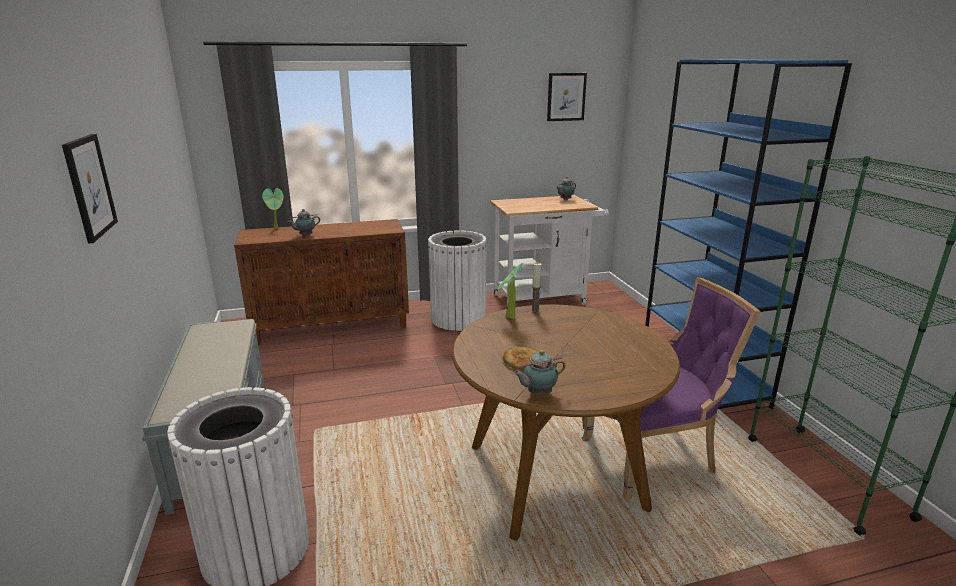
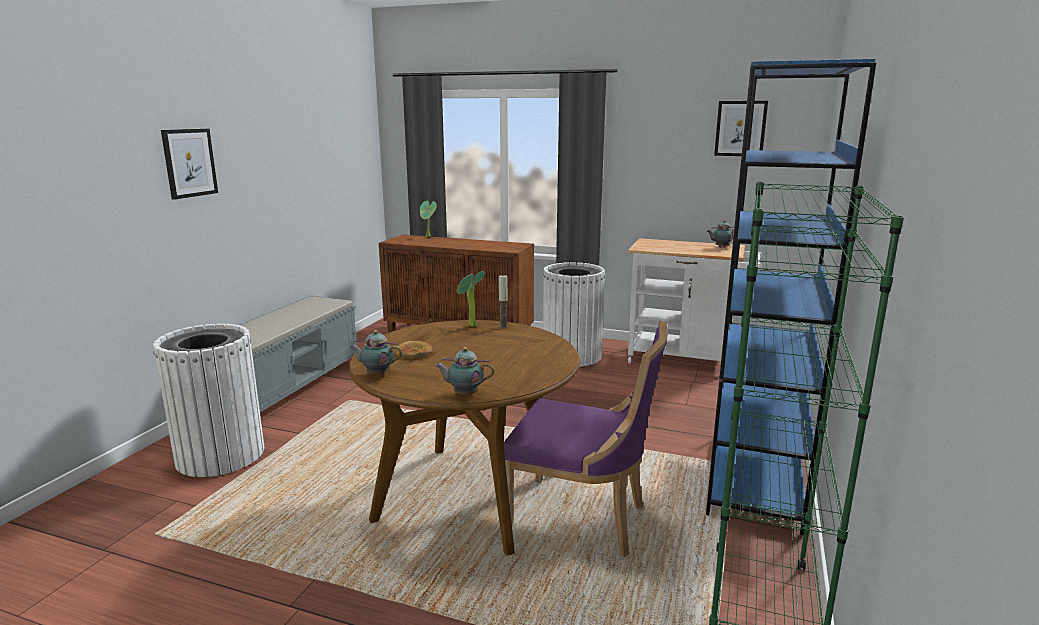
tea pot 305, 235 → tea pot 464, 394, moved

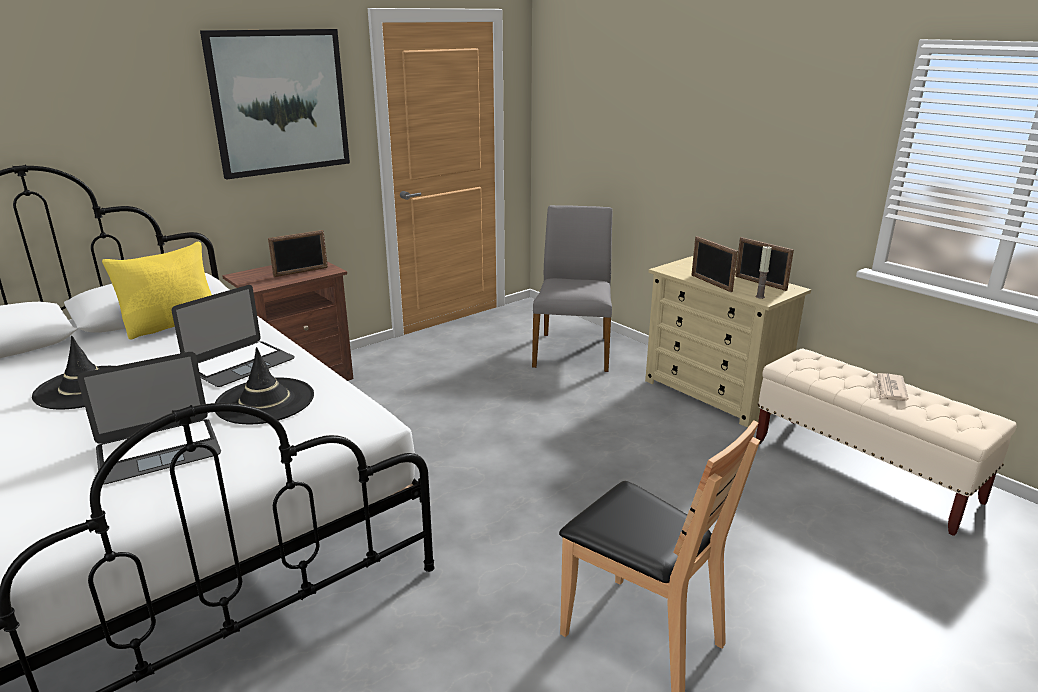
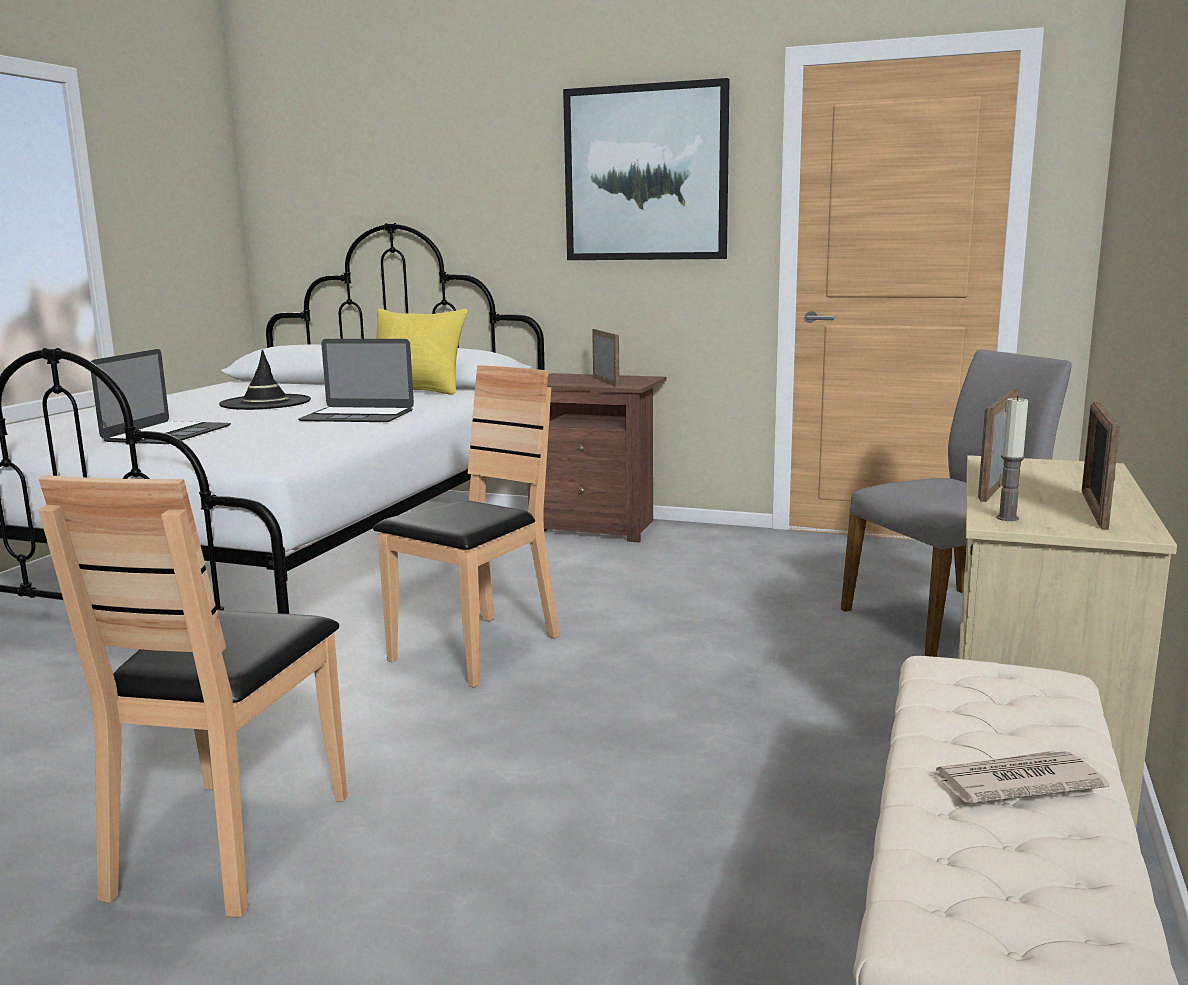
picture frame 301, 272 → picture frame 606, 382, 135 degrees counterclockwise
blackish wearable hat 265, 401 → -
portable computer 158, 450 → portable computer 167, 433, 105 degrees counterclockwise
- → brown-coloured plain chair 476, 650

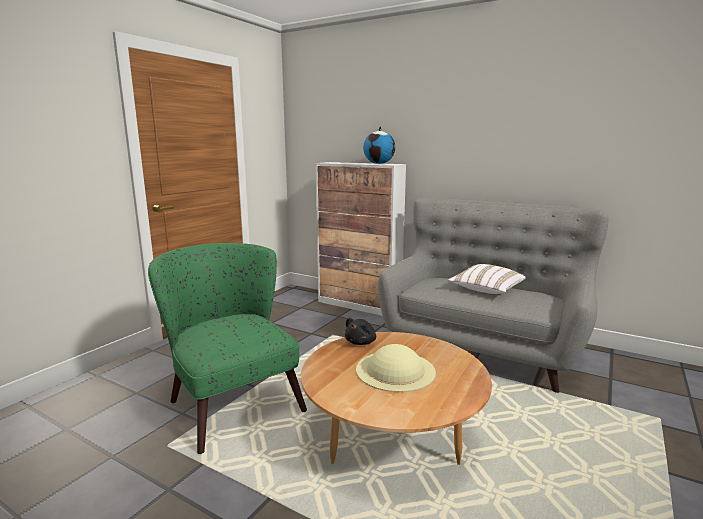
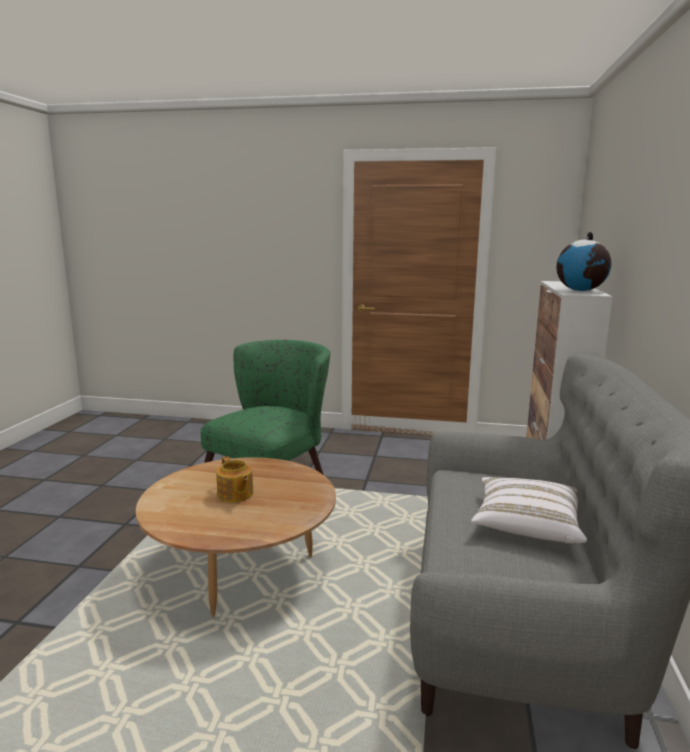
blackish plush toy 361, 342 → -
beige wearable hat 395, 370 → tea pot 235, 495

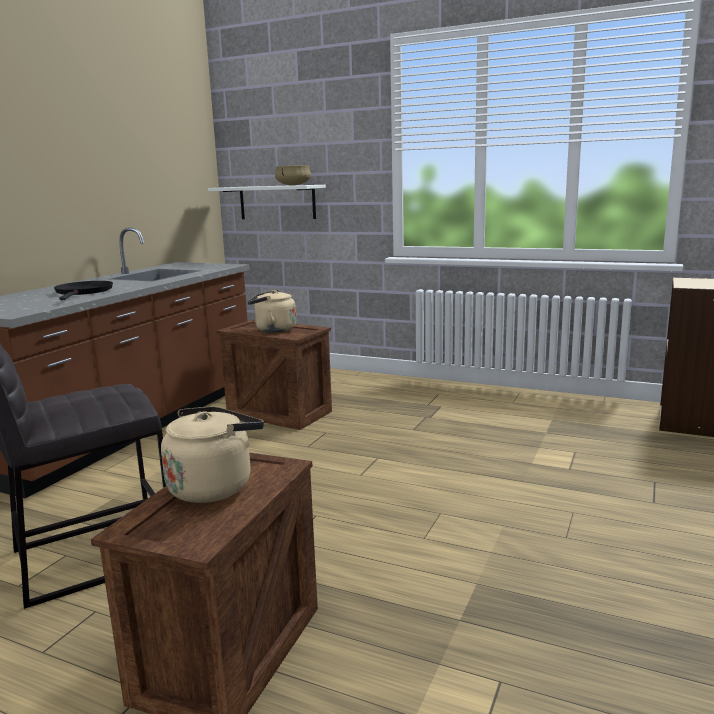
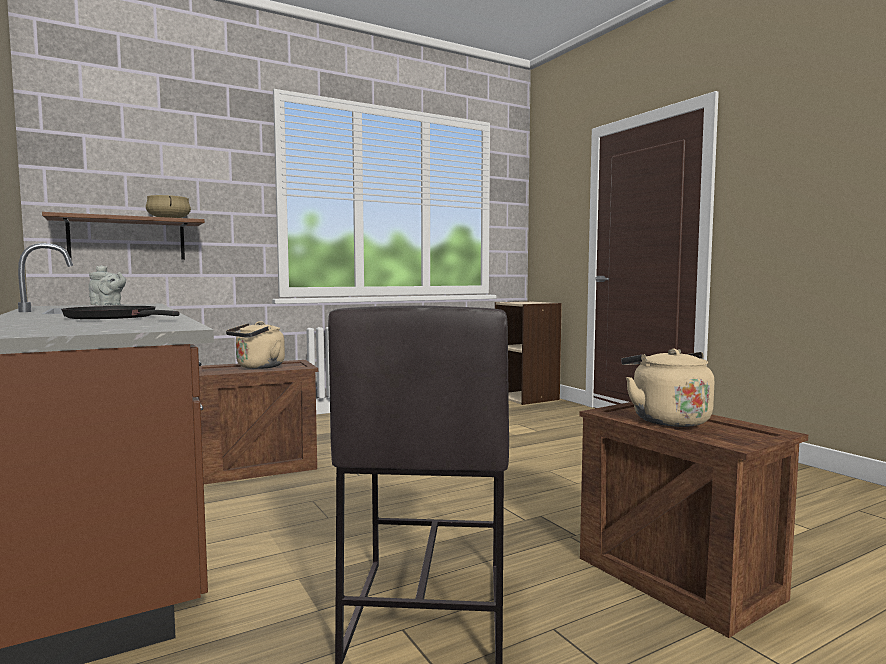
whitish shelf 277, 202 → brown-coloured shelf 127, 239
- → greyish tea pot 107, 305

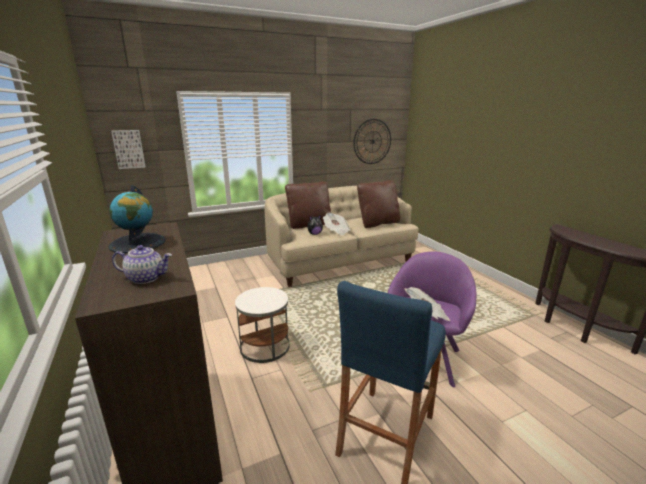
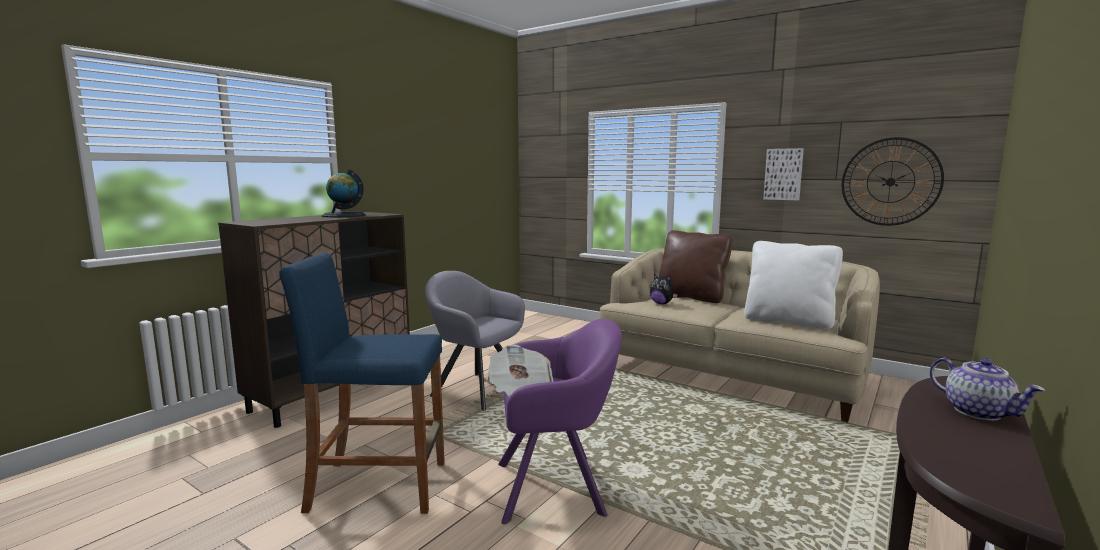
wall picture 129, 149 → wall picture 783, 174, moved
brown-coloured throw pillow 378, 223 → whitish throw pillow 788, 321
newspaper 336, 231 → -
tea pot 146, 278 → tea pot 979, 412, moved
whitish accent table 264, 346 → greyish lounge chair 475, 389

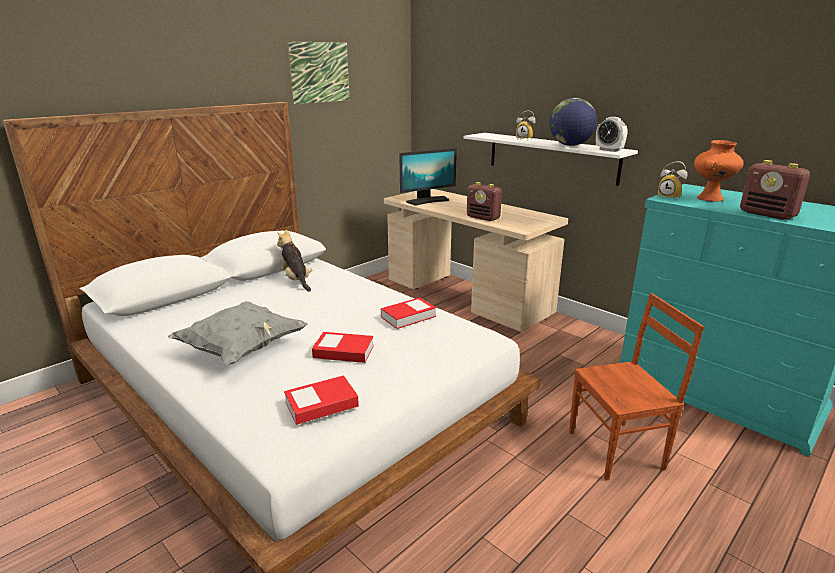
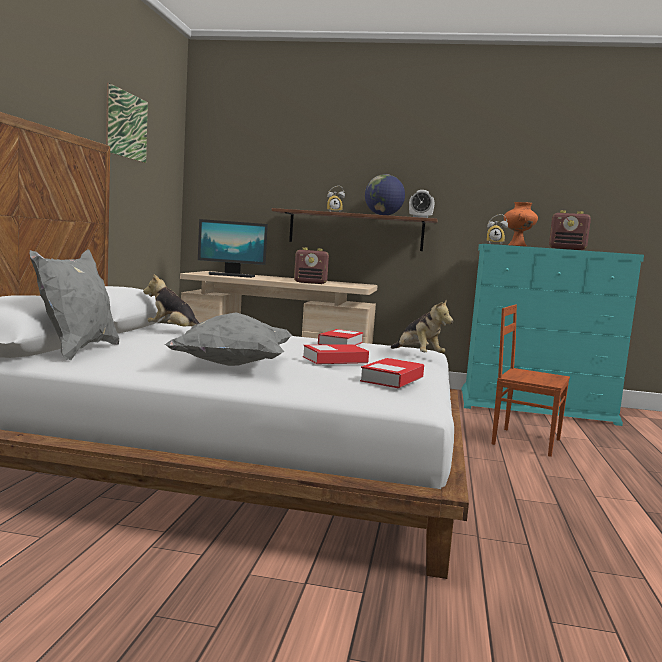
whitish shelf 551, 157 → brown-coloured shelf 356, 230
computer screen 427, 201 → computer screen 231, 275, 60 degrees clockwise
brown-coloured plain chair 617, 450 → brown-coloured plain chair 525, 441, 105 degrees counterclockwise
- → greyish throw pillow 77, 351
- → plush toy 417, 356

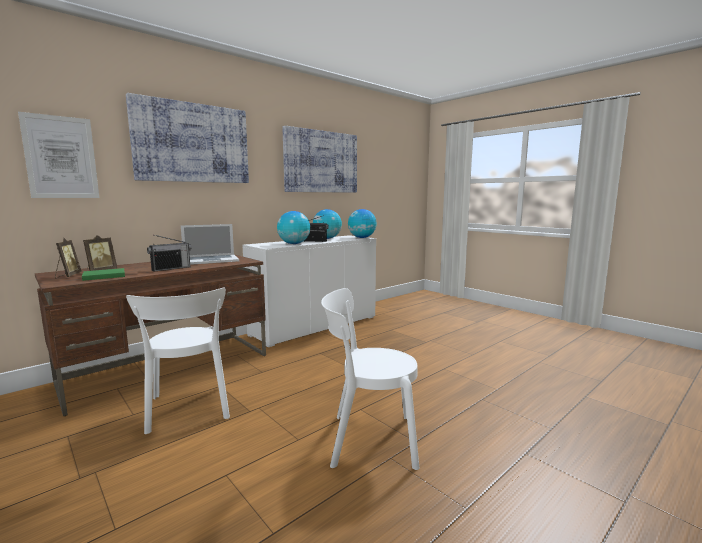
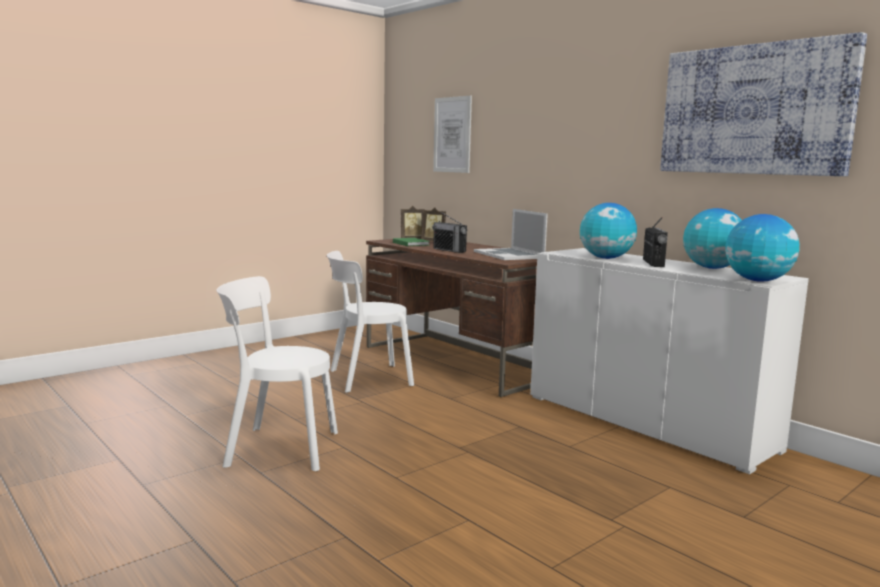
wall picture 192, 143 → -
whitish plain chair 367, 440 → whitish plain chair 277, 448, 90 degrees counterclockwise

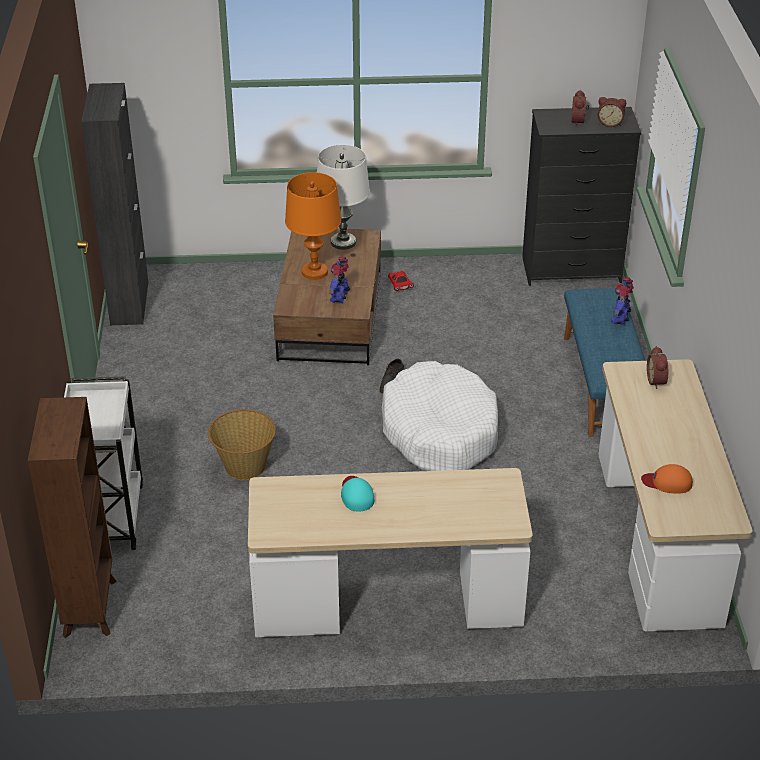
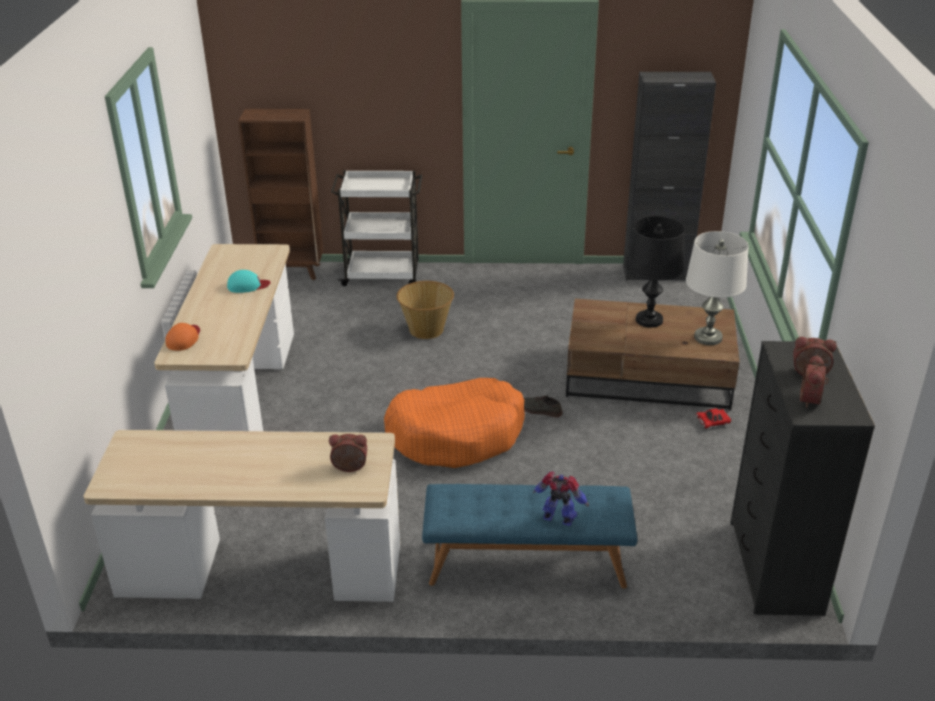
orangey table lamp 314, 272 → blackish table lamp 649, 320
robot figure 340, 297 → -
whitish pet bed 439, 431 → orangey pet bed 456, 435
orangey baseball cap 667, 482 → orangey baseball cap 184, 339, moved

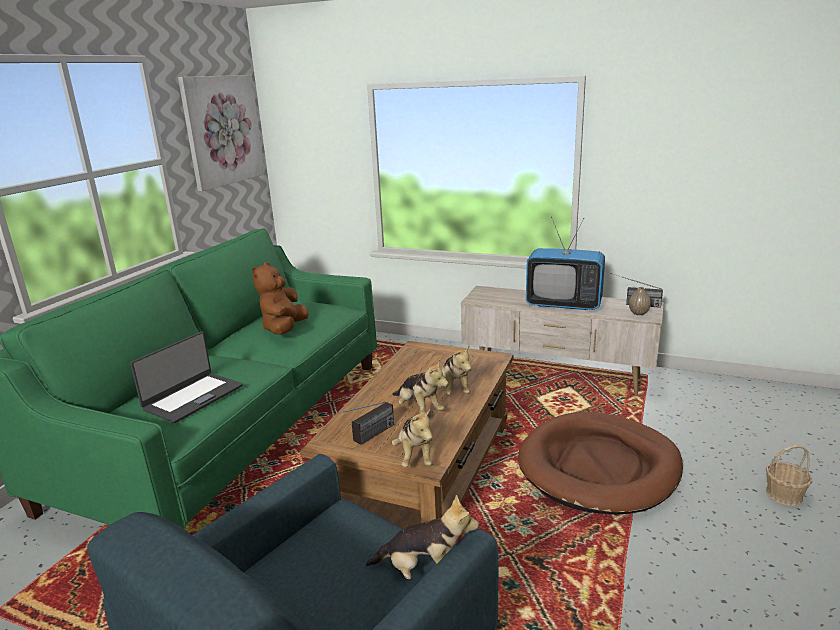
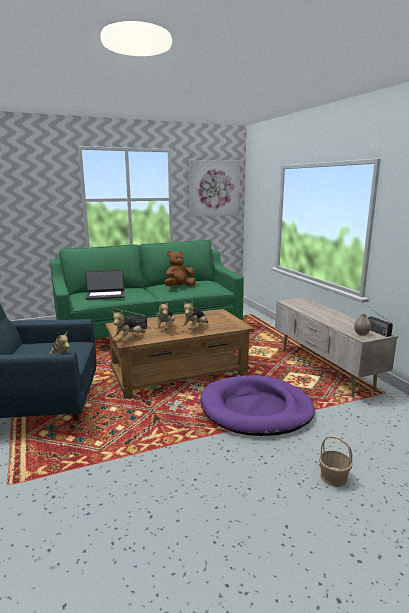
TV 563, 304 → -
brown-coloured pet bed 599, 467 → purplish pet bed 256, 409

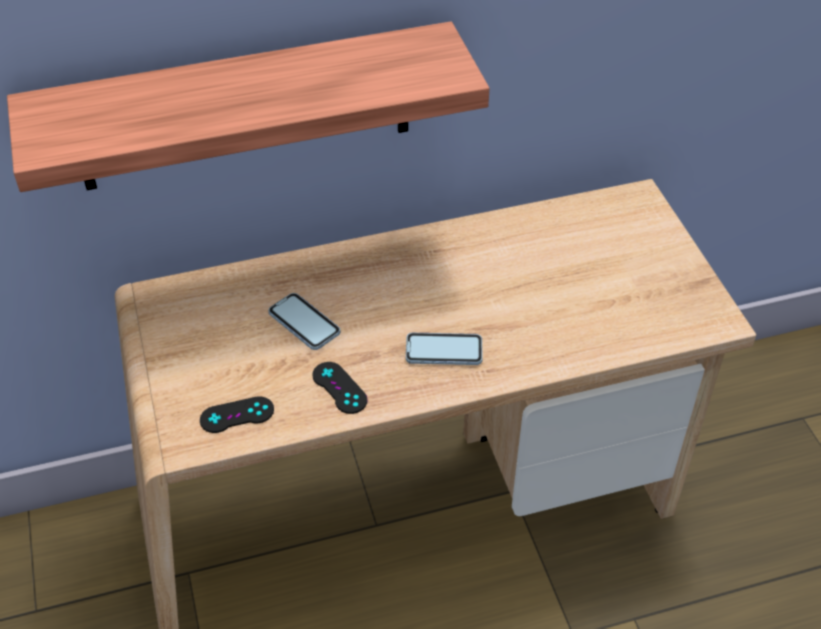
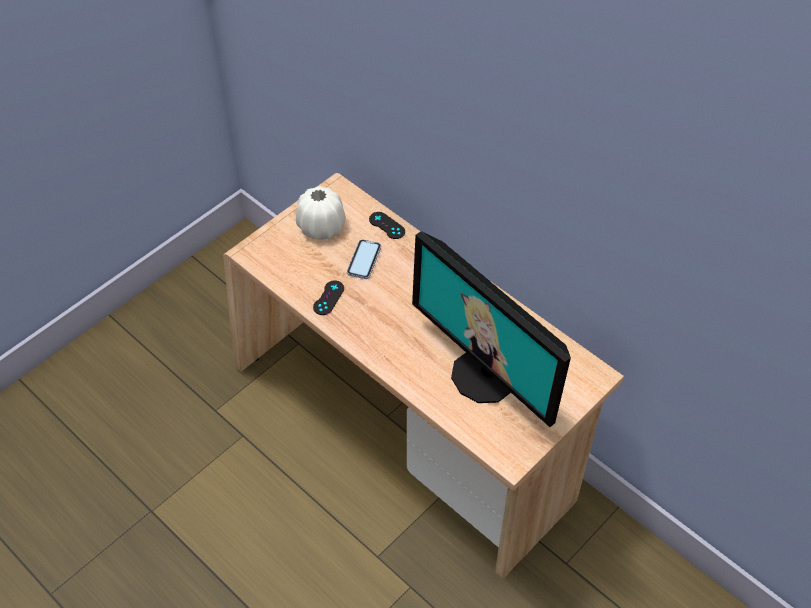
shelf 244, 108 → -
handset 444, 351 → -
blackish game controller 237, 415 → blackish game controller 387, 225, moved
- → whitish vase 321, 227
- → computer screen 484, 376

